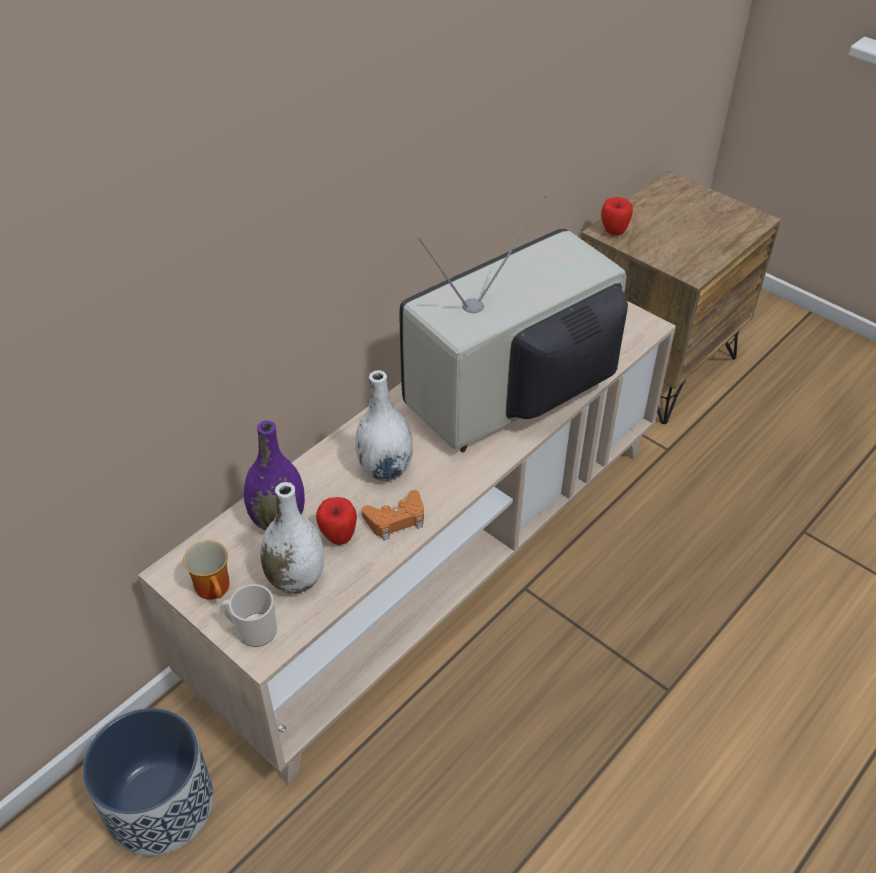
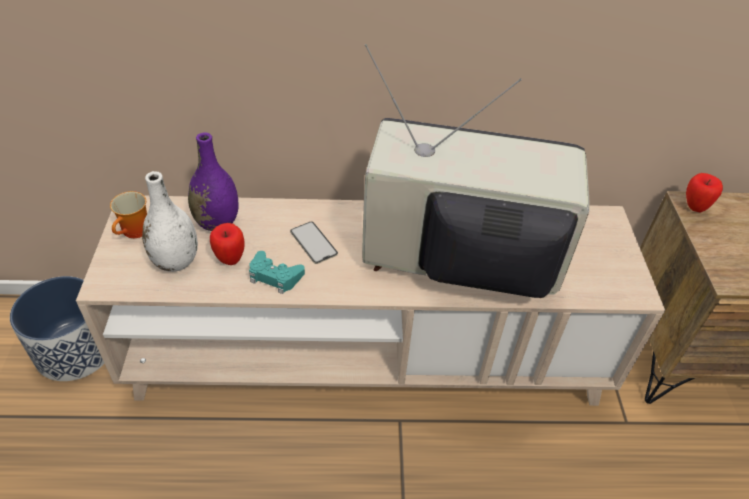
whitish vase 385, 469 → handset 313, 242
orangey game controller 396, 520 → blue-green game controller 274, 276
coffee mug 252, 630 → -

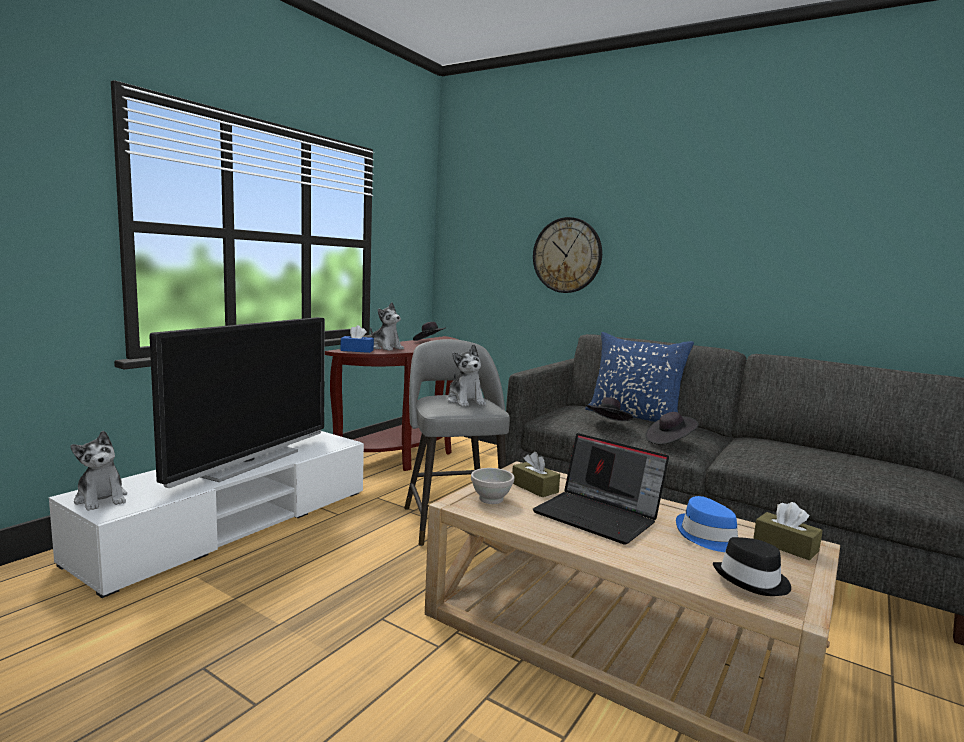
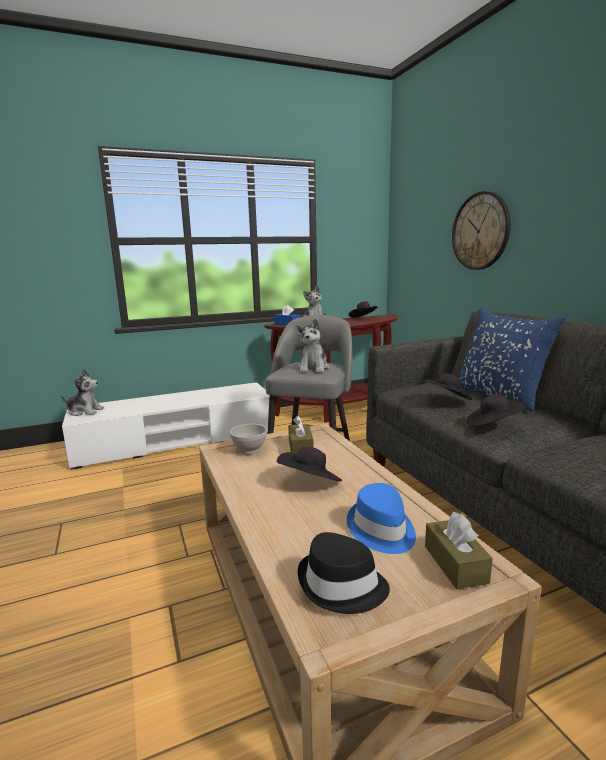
TV 249, 462 → -
plush toy 101, 499 → plush toy 85, 411, 75 degrees counterclockwise
portable computer 599, 516 → blackish wearable hat 310, 483

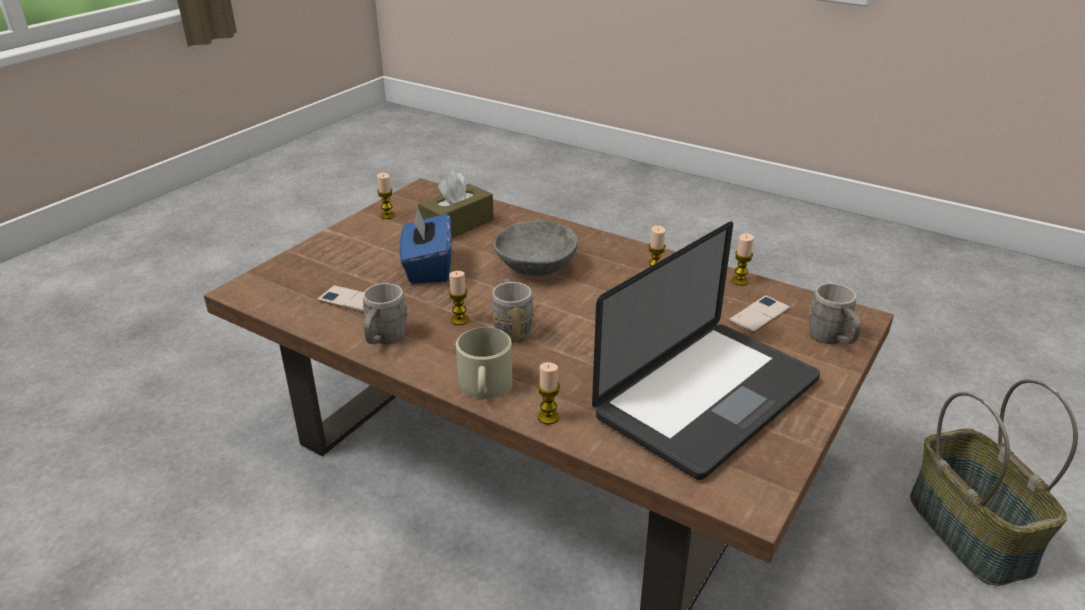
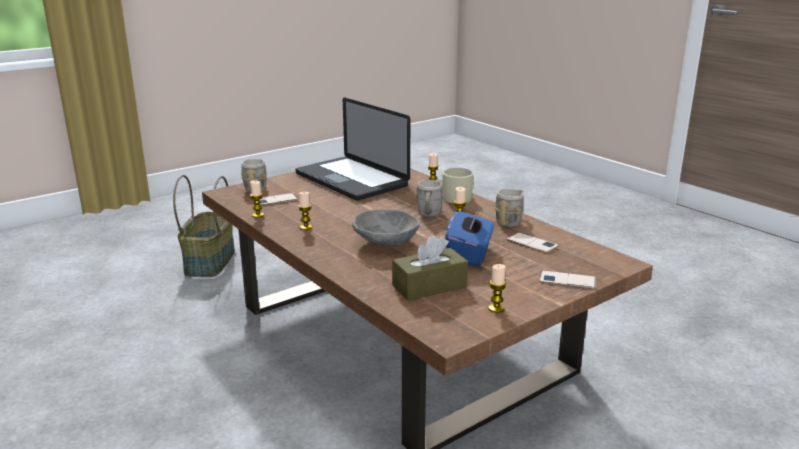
portable computer 708, 398 → portable computer 351, 180, 105 degrees counterclockwise
- → handset 567, 280

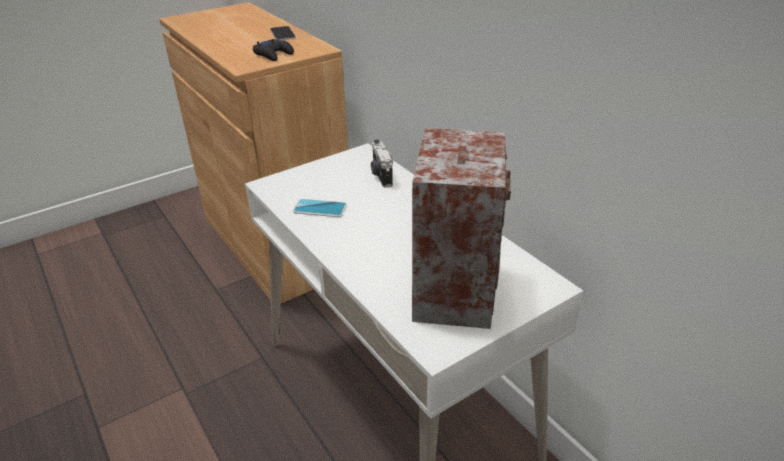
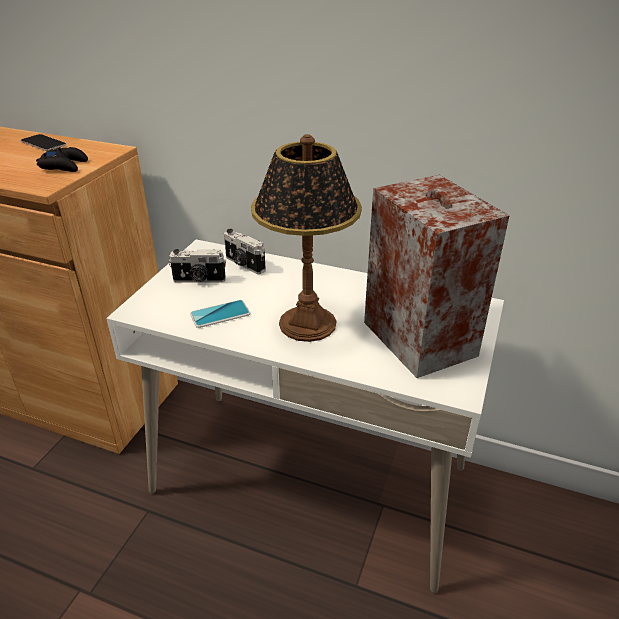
- → table lamp 307, 324
- → still camera 199, 280

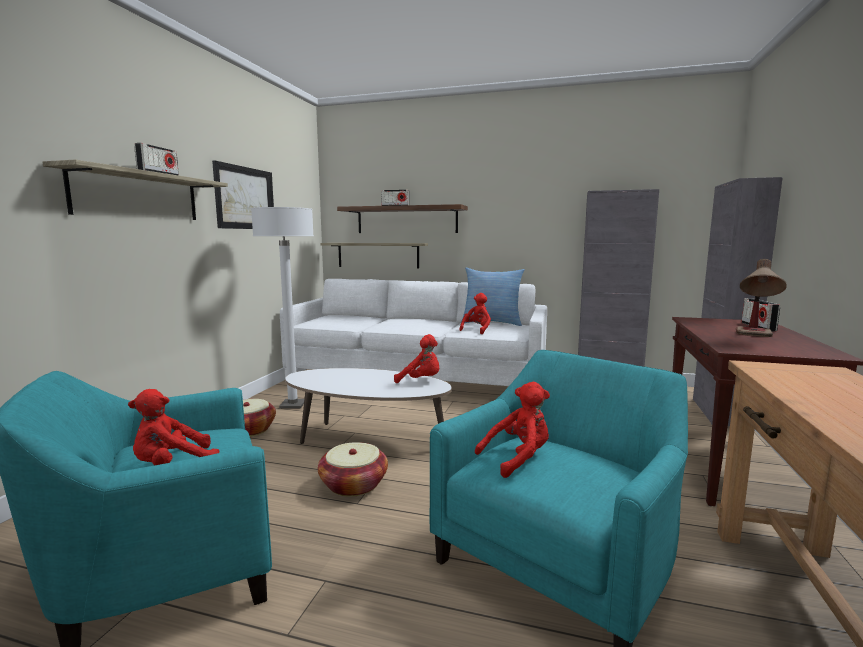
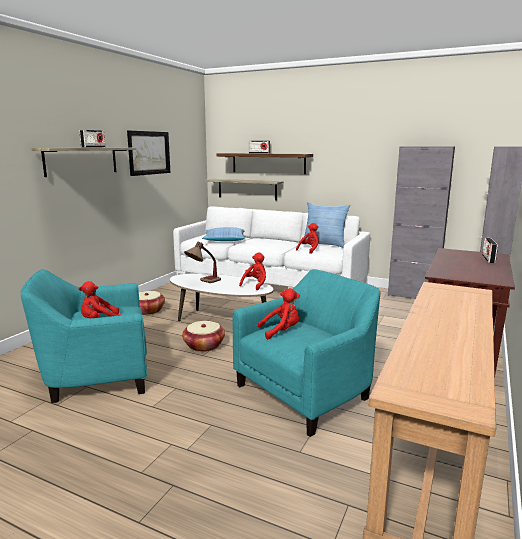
whitish floor lamp 293, 405 → -
table lamp 755, 336 → table lamp 203, 282, moved
red-coloured plush toy 421, 381 → red-coloured plush toy 255, 285, 90 degrees counterclockwise
- → throw pillow 224, 240

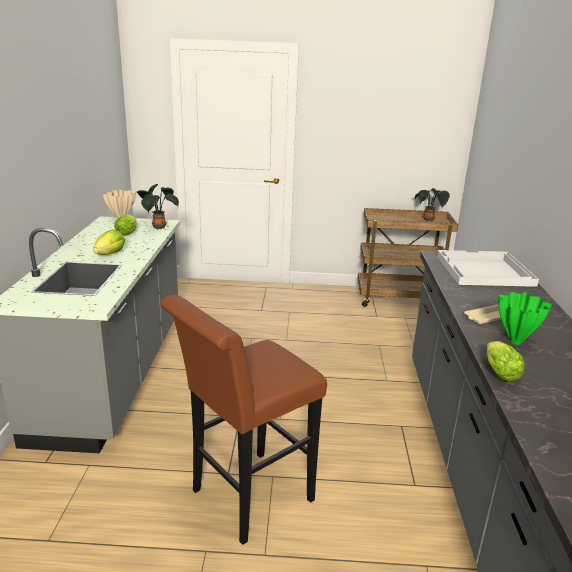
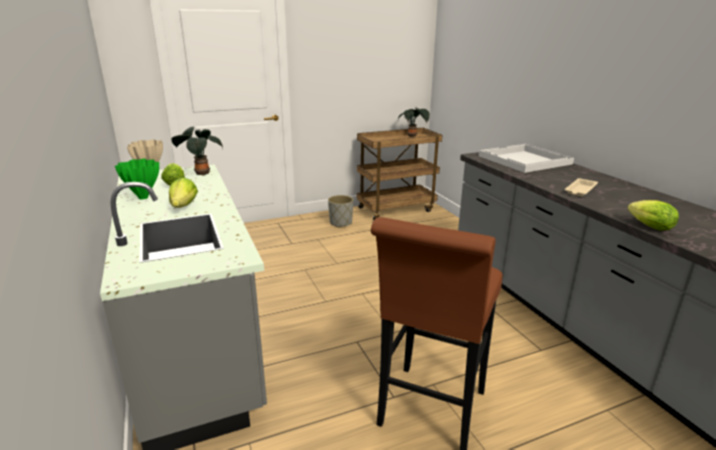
green vase 515, 341 → green vase 143, 197, moved
- → greyish planter 341, 223

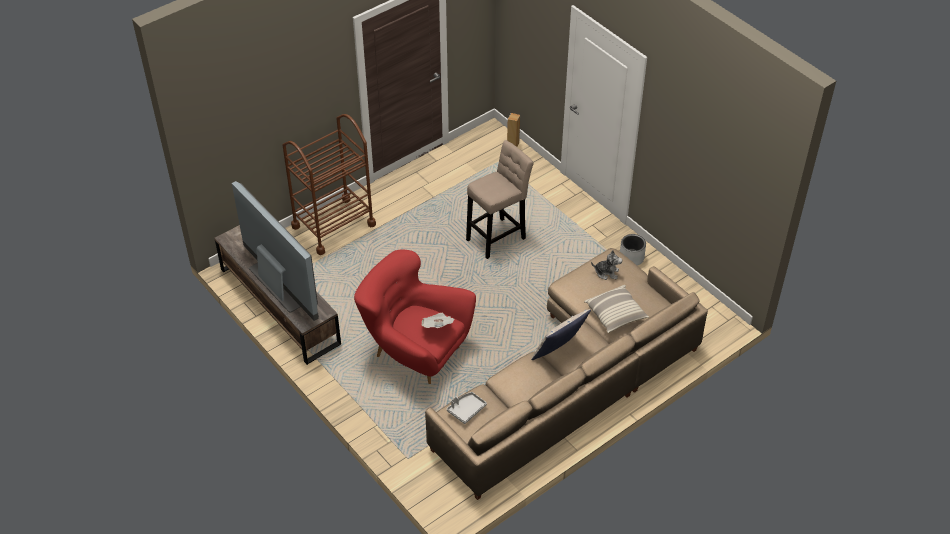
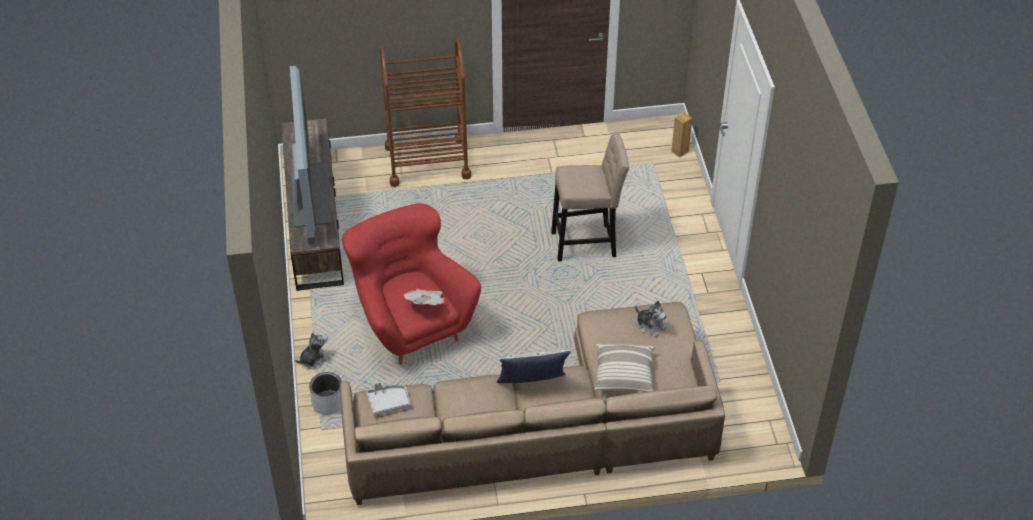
greyish planter 631, 258 → greyish planter 328, 402, moved
- → plush toy 314, 360

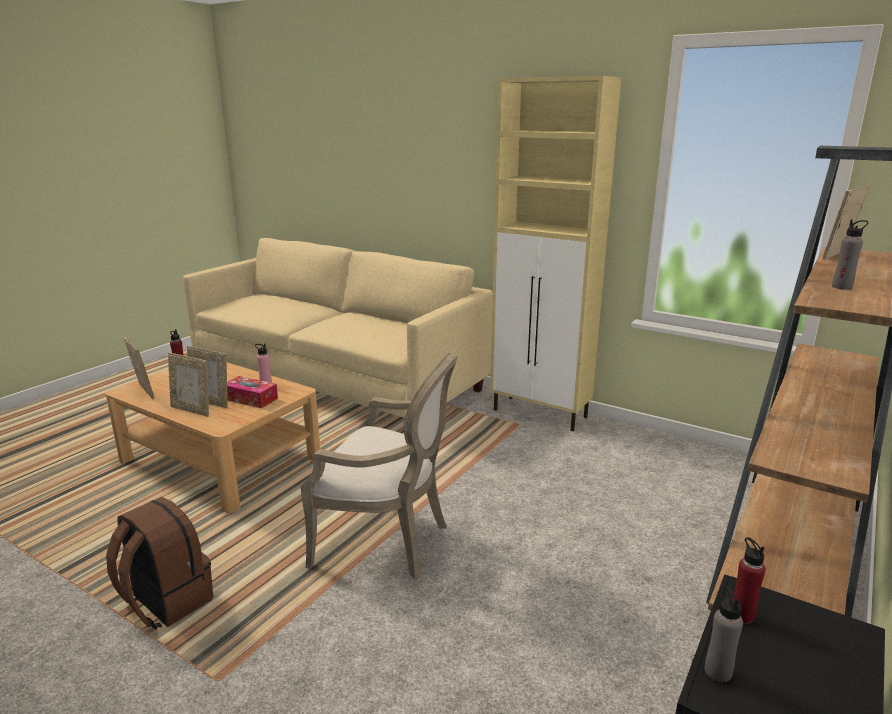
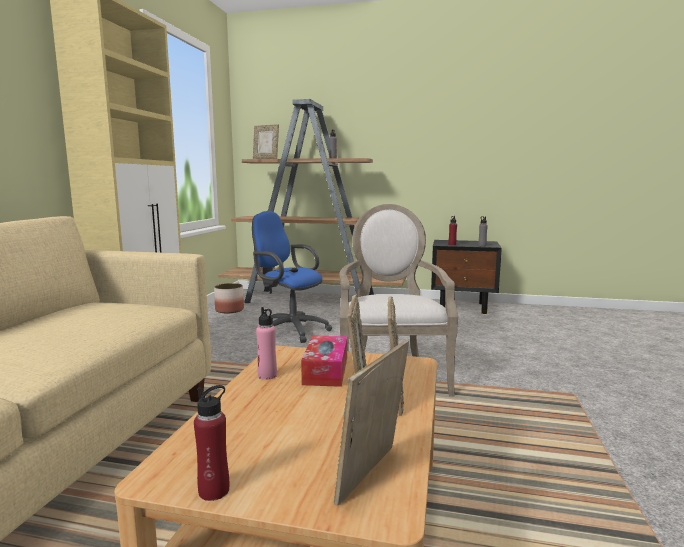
brown-coloured rucksack 166, 602 → -
- → blue-coloured computer chair 289, 330
- → planter 229, 310

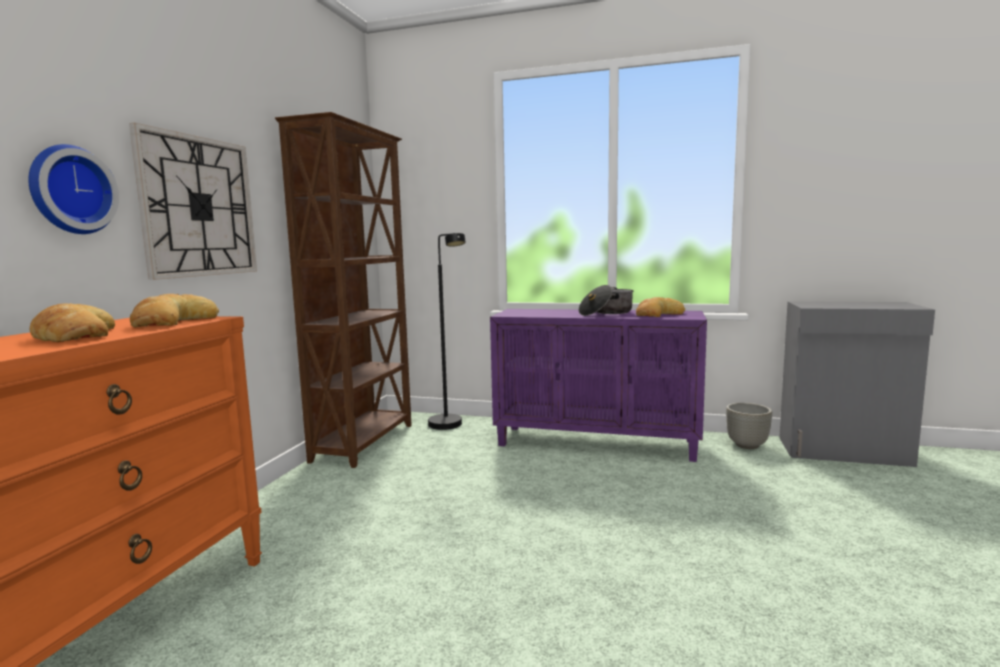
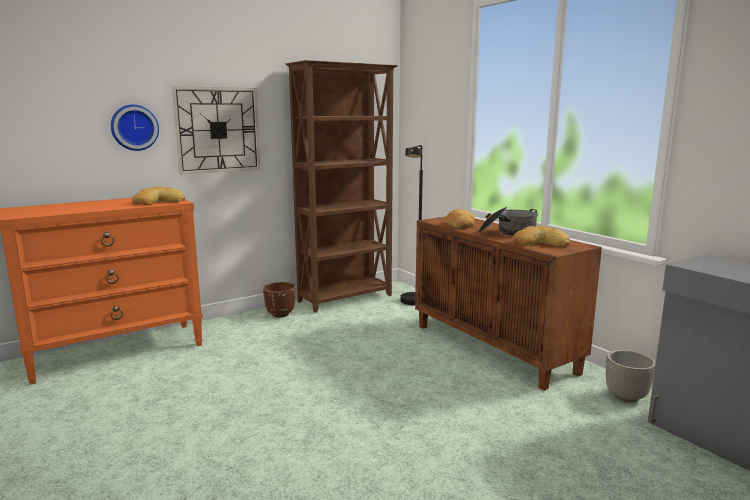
baked bread 74, 336 → baked bread 460, 224, moved
purplish storage cabinet 597, 442 → brown-coloured storage cabinet 494, 348
- → brown-coloured planter 280, 314

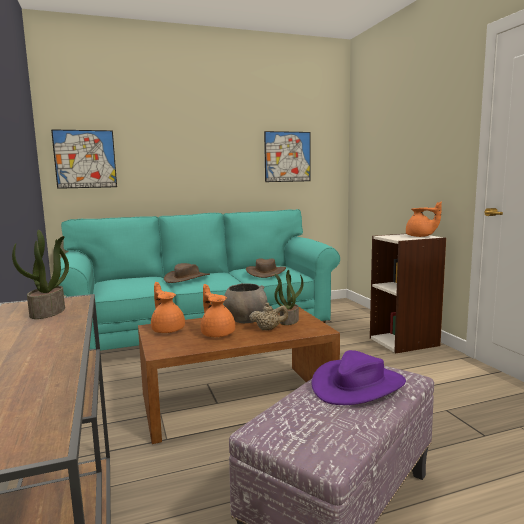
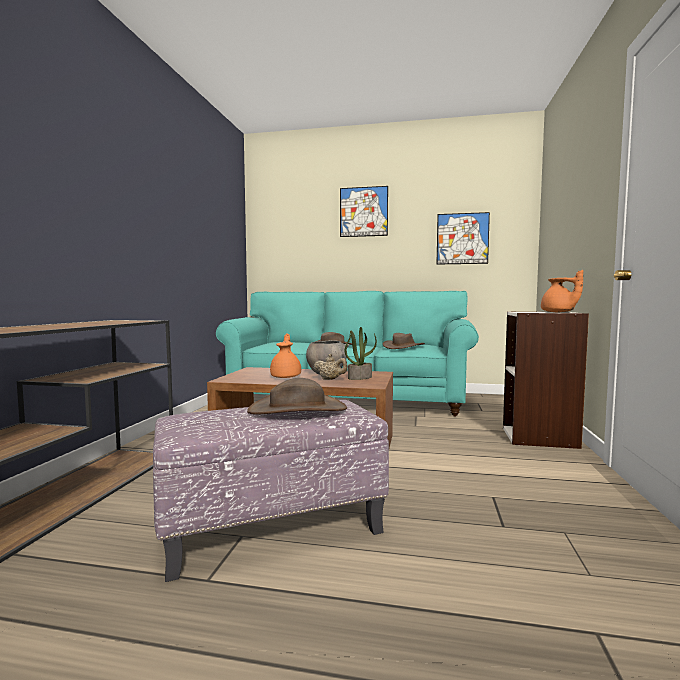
wall picture 85, 159 → wall picture 363, 212, moved
houseplant 48, 312 → -
orangey tea pot 168, 329 → -
purplish wearable hat 358, 385 → brown-coloured wearable hat 298, 409

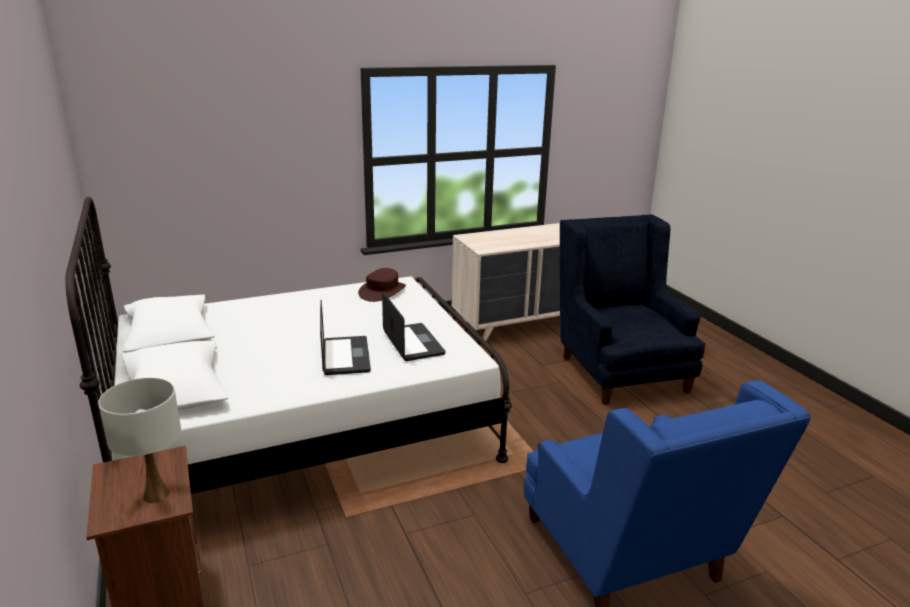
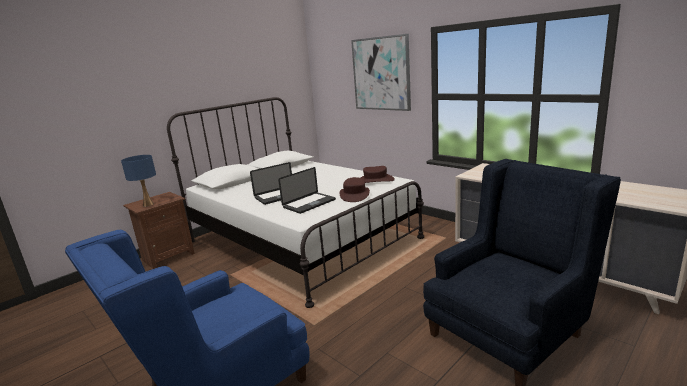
whitish table lamp 156, 494 → blue-coloured table lamp 148, 204
- → wall picture 381, 74
- → brown-coloured wearable hat 354, 195

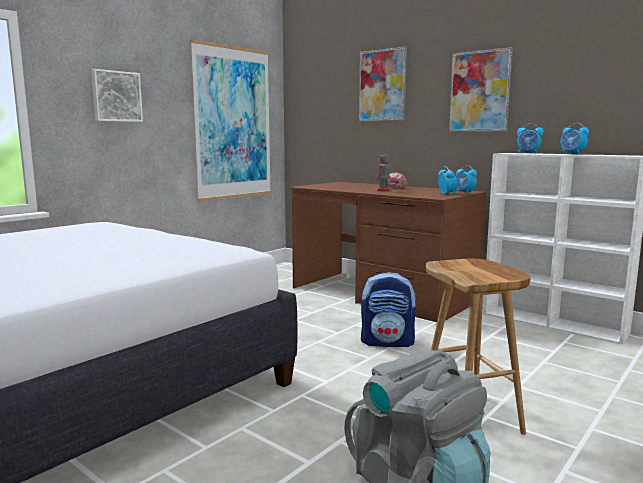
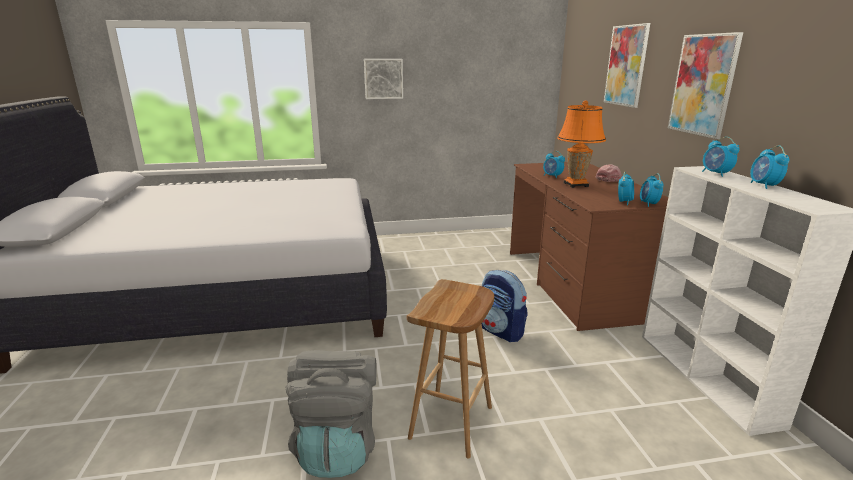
wall picture 233, 123 → -
robot figure 383, 191 → orangey table lamp 575, 185
- → alarm clock 552, 176

